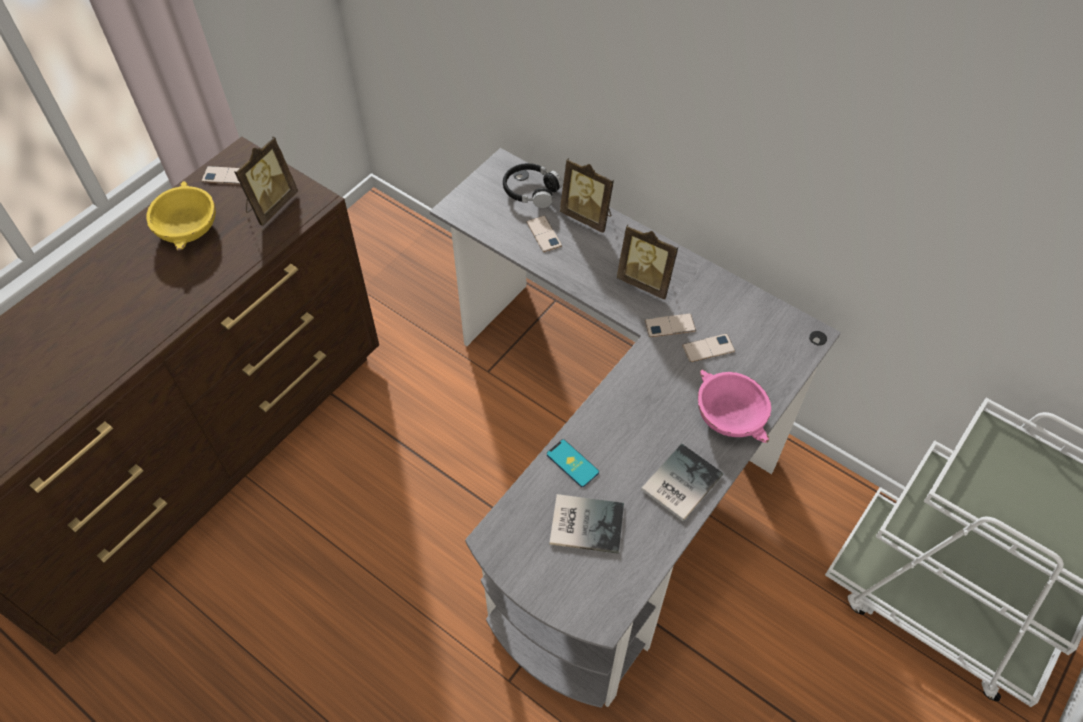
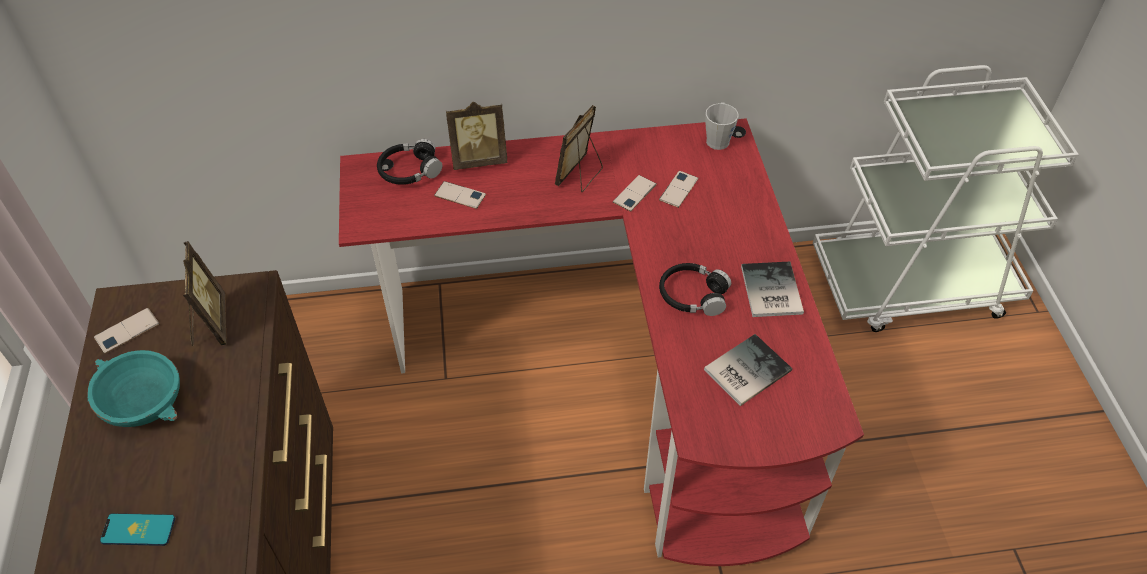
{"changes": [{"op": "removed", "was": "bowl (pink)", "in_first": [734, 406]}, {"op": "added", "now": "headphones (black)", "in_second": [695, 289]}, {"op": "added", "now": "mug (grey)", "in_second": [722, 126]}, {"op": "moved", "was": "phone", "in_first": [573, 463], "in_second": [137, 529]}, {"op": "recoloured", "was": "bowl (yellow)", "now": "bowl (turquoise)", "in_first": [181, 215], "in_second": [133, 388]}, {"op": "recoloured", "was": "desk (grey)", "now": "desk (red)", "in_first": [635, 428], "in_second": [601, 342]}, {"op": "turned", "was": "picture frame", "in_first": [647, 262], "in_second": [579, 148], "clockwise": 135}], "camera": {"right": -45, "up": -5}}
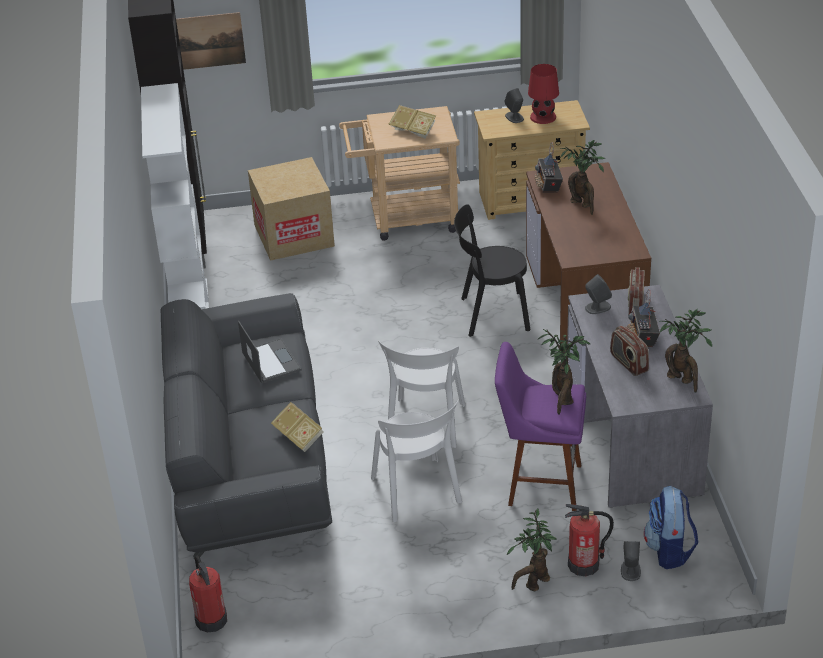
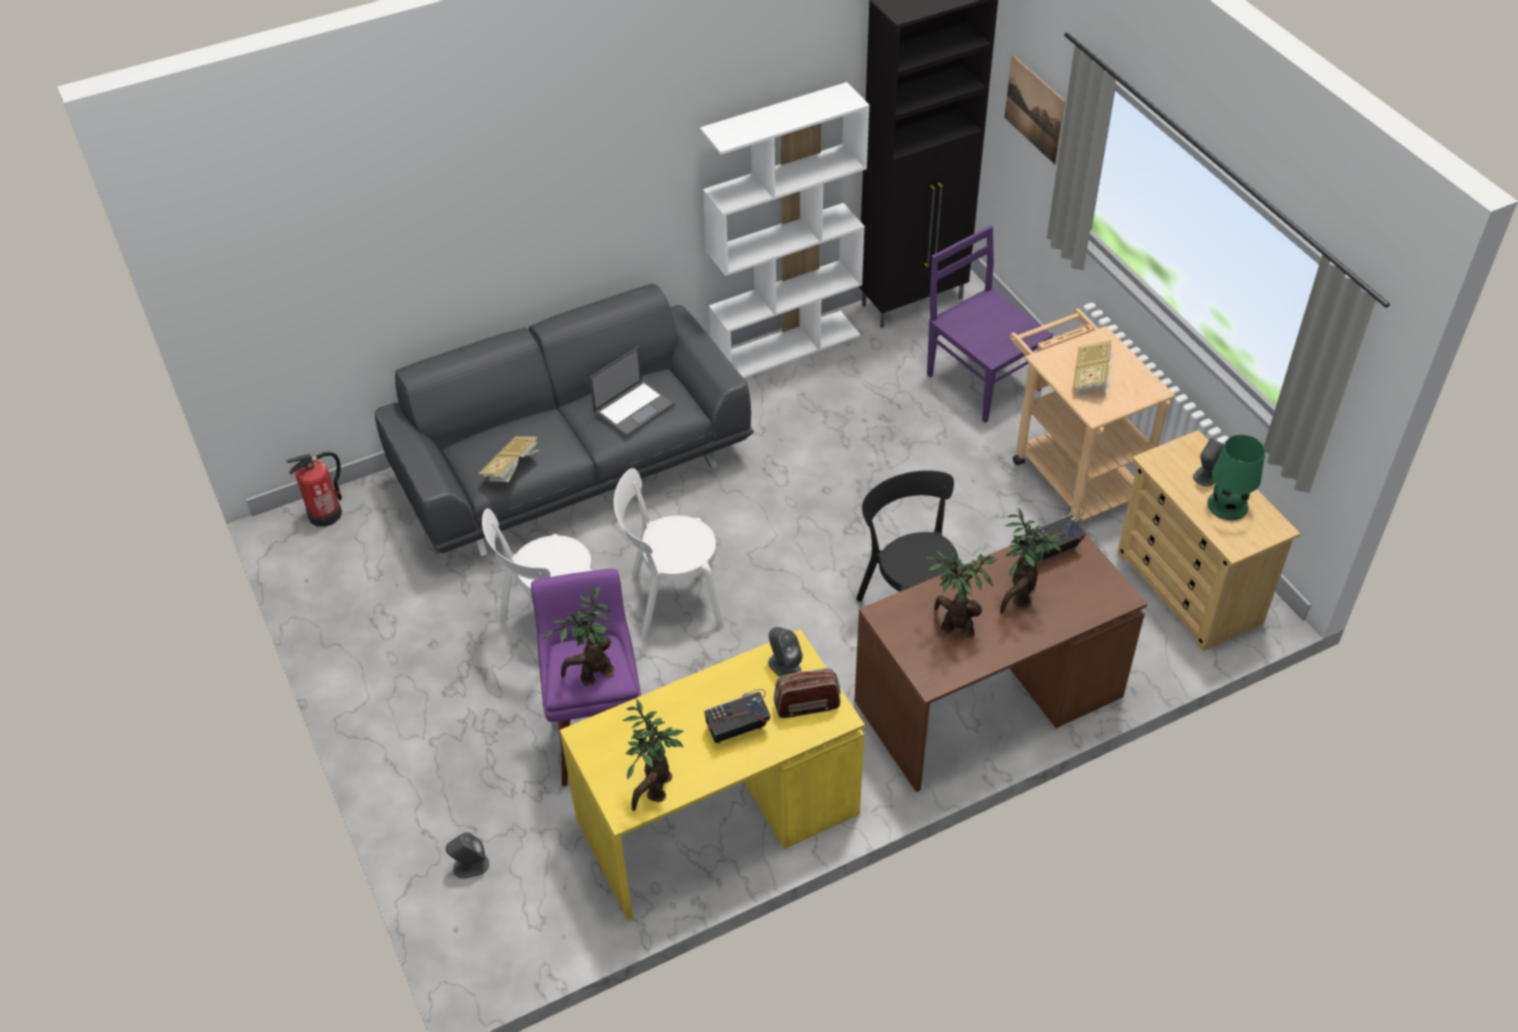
{"changes": [{"op": "removed", "was": "fire extinguisher", "in_first": [589, 540]}, {"op": "removed", "was": "radio", "in_first": [629, 351]}, {"op": "removed", "was": "backpack", "in_first": [671, 527]}, {"op": "moved", "was": "potted plant", "in_first": [532, 549], "in_second": [961, 596]}, {"op": "replaced", "was": "cardboard box", "now": "chair (purple)", "in_first": [291, 209], "in_second": [990, 324]}, {"op": "recoloured", "was": "table lamp (red)", "now": "table lamp (green)", "in_first": [543, 94], "in_second": [1236, 477]}, {"op": "recoloured", "was": "desk (grey)", "now": "desk (yellow)", "in_first": [640, 396], "in_second": [712, 774]}], "camera": {"right": 70, "up": 10}}
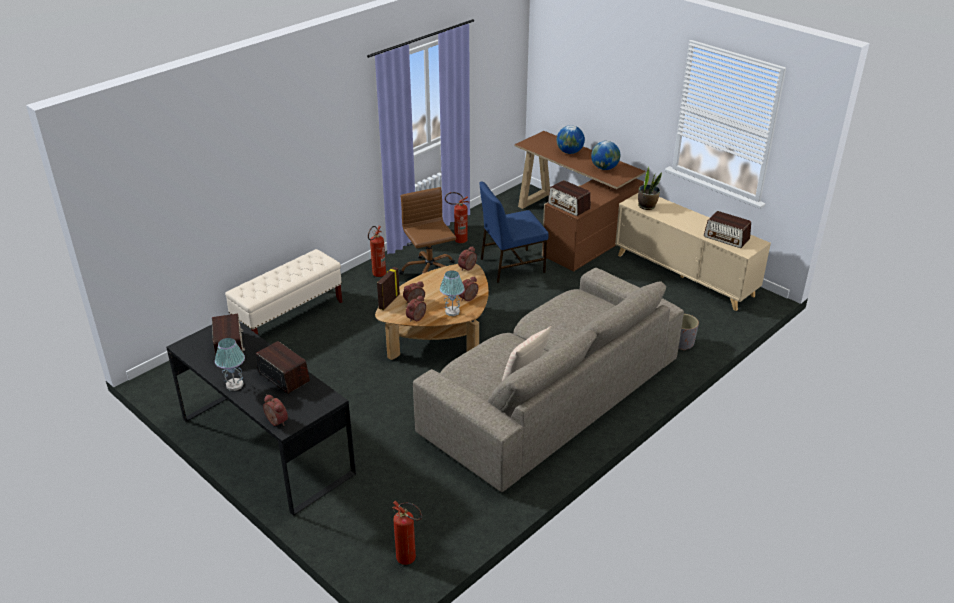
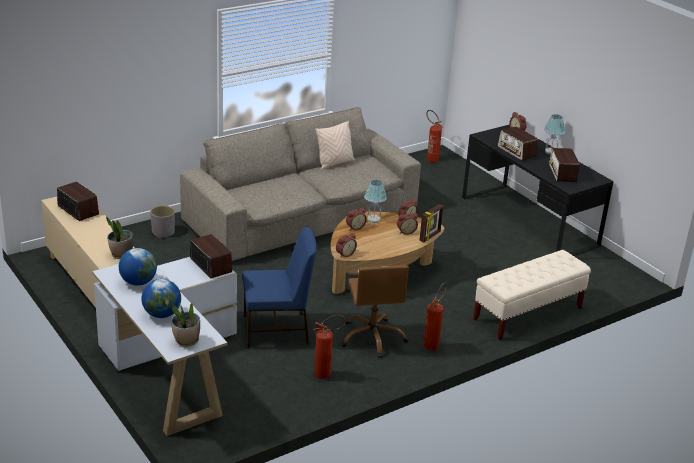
{"changes": [{"op": "added", "now": "potted plant", "in_second": [185, 325]}, {"op": "recoloured", "was": "desk (brown)", "now": "desk (white)", "in_first": [580, 201], "in_second": [164, 346]}], "camera": {"right": -170, "up": -5}}
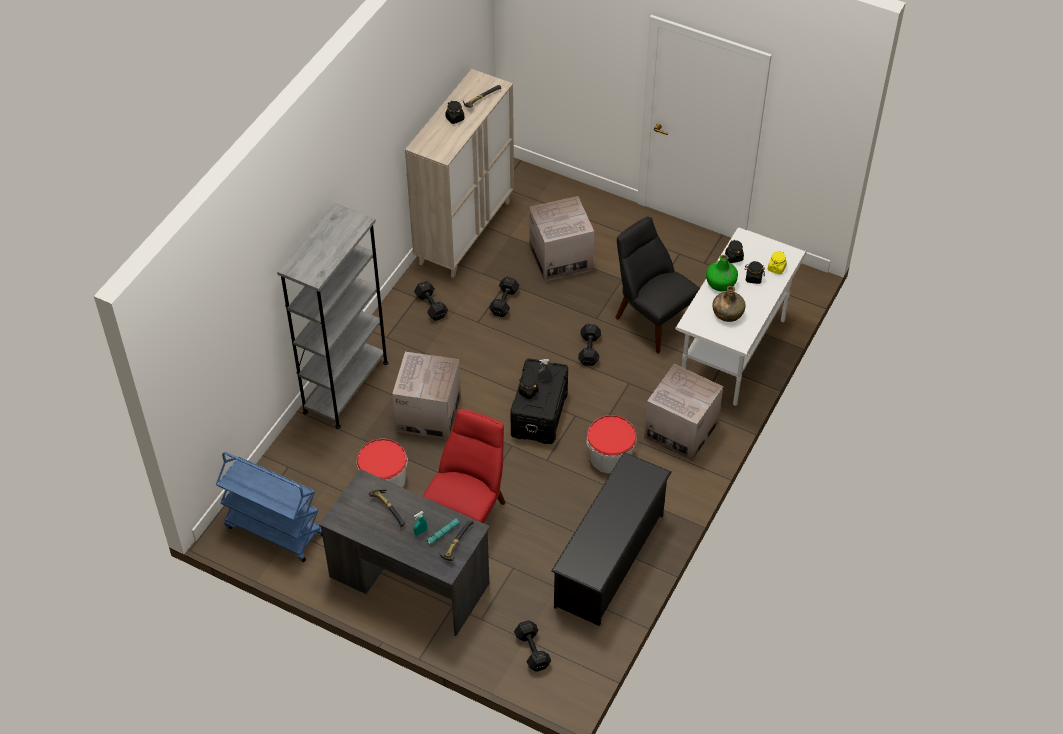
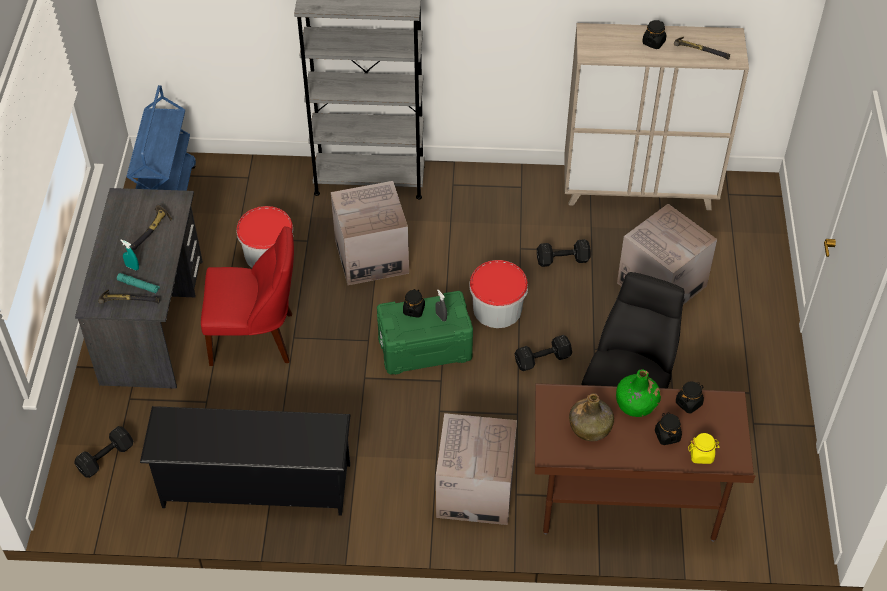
{"changes": [{"op": "removed", "was": "dumbbell (black)", "in_first": [431, 301]}, {"op": "moved", "was": "bucket", "in_first": [612, 444], "in_second": [498, 294]}, {"op": "recoloured", "was": "storage box (black)", "now": "storage box (green)", "in_first": [539, 401], "in_second": [425, 333]}, {"op": "recoloured", "was": "desk (white)", "now": "desk (brown)", "in_first": [741, 317], "in_second": [645, 462]}], "camera": {"right": 65, "up": 0}}
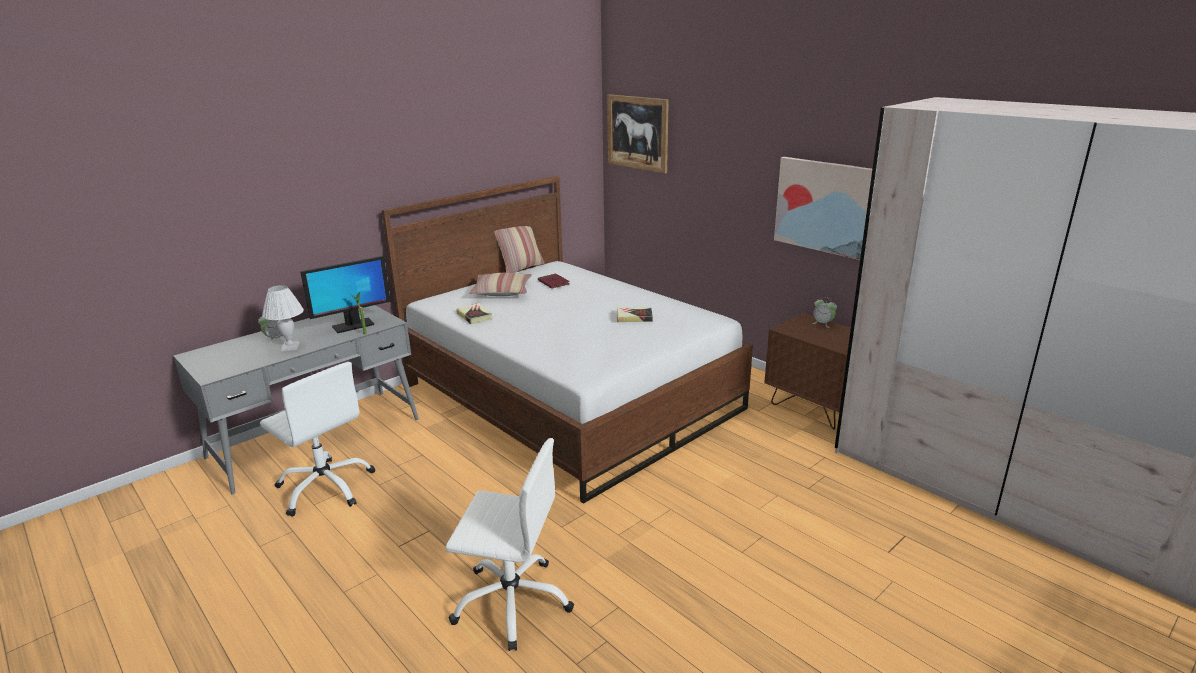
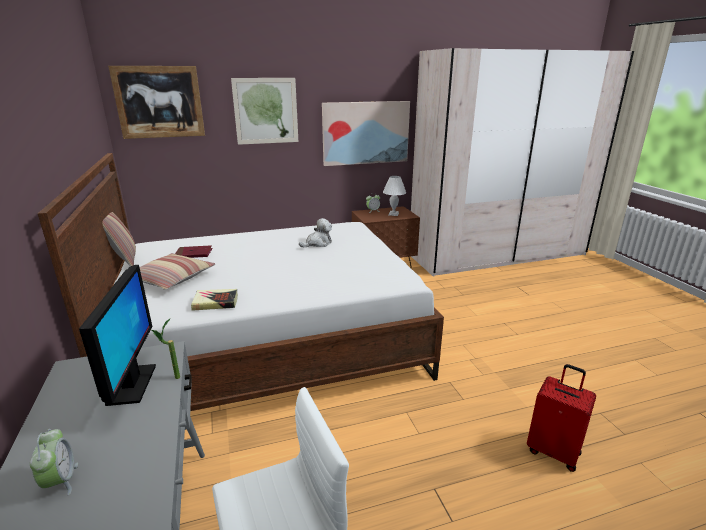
{"changes": [{"op": "added", "now": "picture", "in_second": [264, 111]}, {"op": "moved", "was": "table lamp (white)", "in_first": [283, 318], "in_second": [394, 196]}, {"op": "replaced", "was": "office chair (white)", "now": "suitcase (red)", "in_first": [509, 544], "in_second": [561, 418]}, {"op": "replaced", "was": "book", "now": "plush toy", "in_first": [635, 314], "in_second": [315, 232]}], "camera": {"right": -65, "up": 0}}
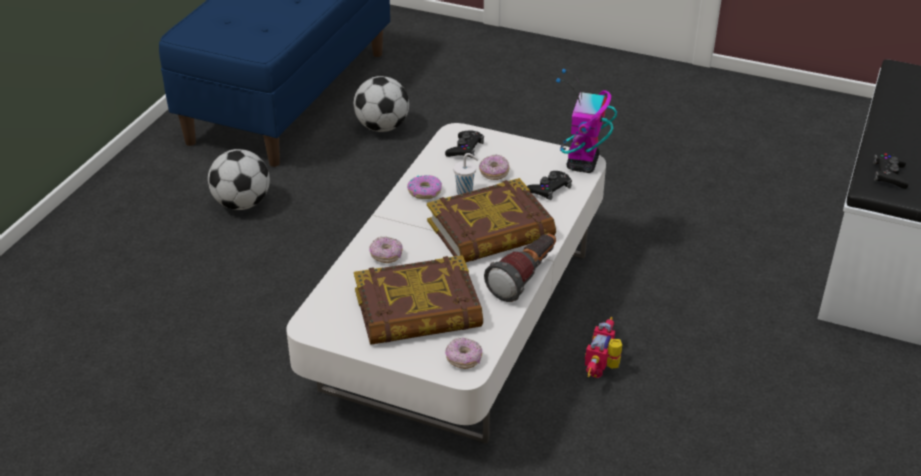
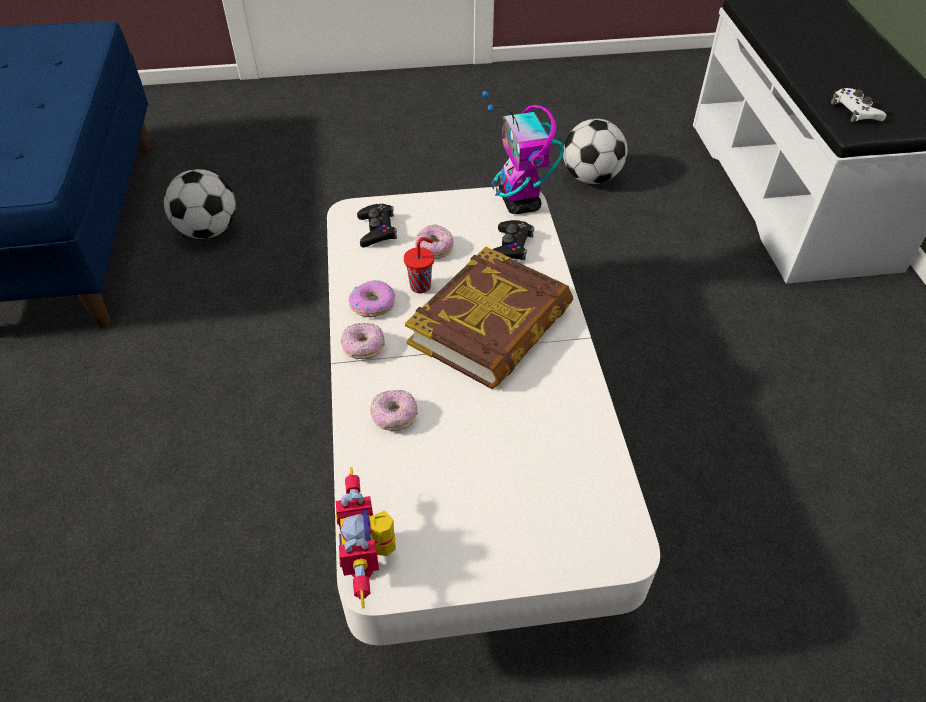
{"changes": [{"op": "removed", "was": "book", "in_first": [418, 300]}, {"op": "removed", "was": "flashlight", "in_first": [520, 267]}, {"op": "moved", "was": "football", "in_first": [239, 179], "in_second": [595, 151]}, {"op": "moved", "was": "donut", "in_first": [463, 353], "in_second": [363, 341]}, {"op": "moved", "was": "toy robot", "in_first": [603, 347], "in_second": [366, 538]}, {"op": "recoloured", "was": "cup (white)", "now": "cup (red)", "in_first": [465, 174], "in_second": [419, 265]}, {"op": "recoloured", "was": "game controller (black)", "now": "game controller (white)", "in_first": [890, 171], "in_second": [858, 105]}], "camera": {"right": -30, "up": 10}}
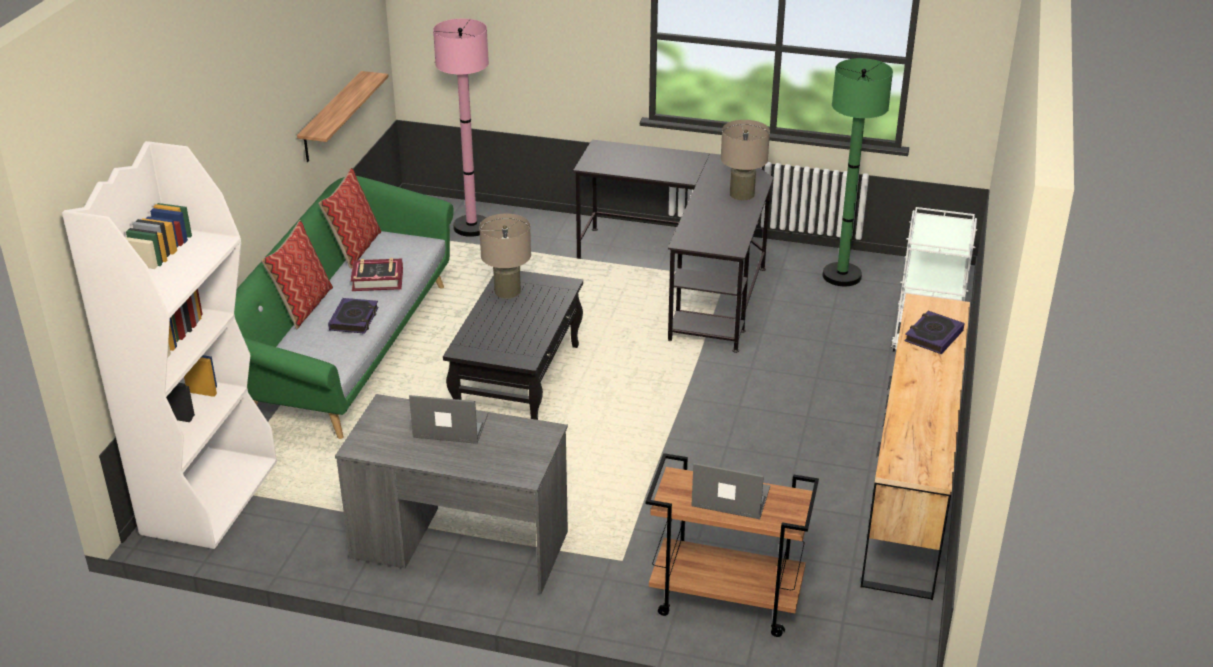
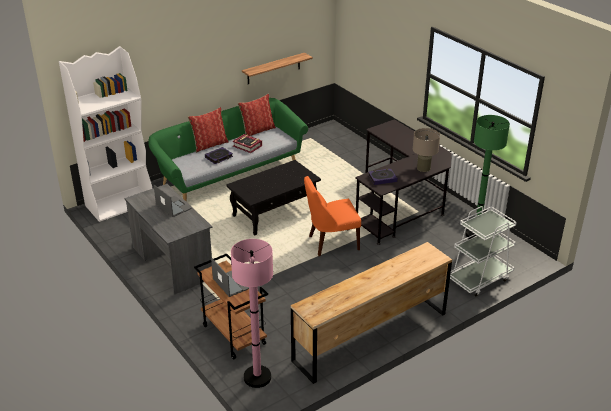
{"changes": [{"op": "removed", "was": "table lamp (beige)", "in_first": [505, 256]}, {"op": "added", "now": "chair (orange)", "in_second": [332, 216]}, {"op": "moved", "was": "floor lamp (pink)", "in_first": [461, 128], "in_second": [252, 313]}, {"op": "moved", "was": "book", "in_first": [934, 332], "in_second": [383, 176]}], "camera": {"right": 40, "up": 0}}
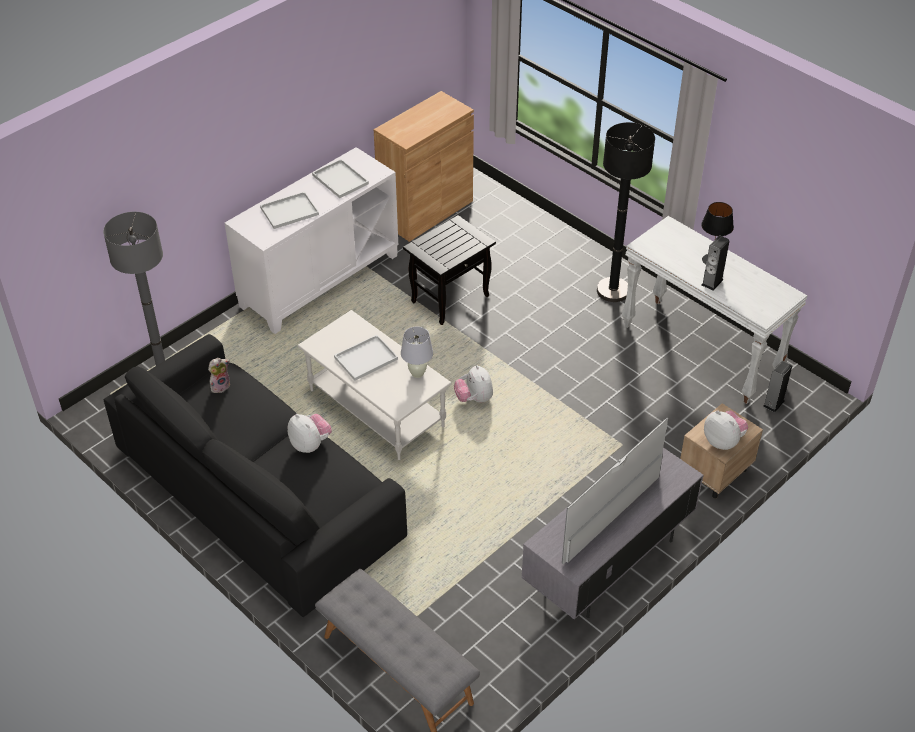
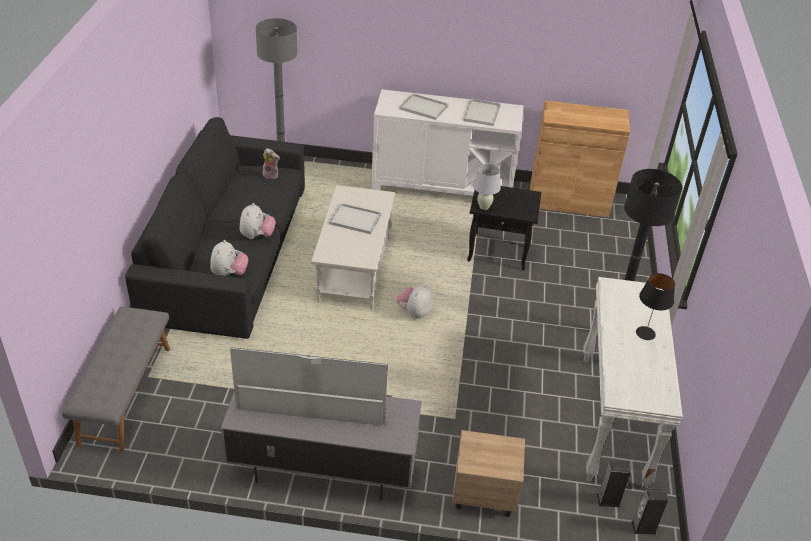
{"changes": [{"op": "moved", "was": "table lamp (white)", "in_first": [417, 352], "in_second": [487, 187]}, {"op": "moved", "was": "speaker", "in_first": [716, 263], "in_second": [649, 512]}, {"op": "moved", "was": "plush toy", "in_first": [726, 430], "in_second": [229, 258]}], "camera": {"right": 50, "up": -5}}
